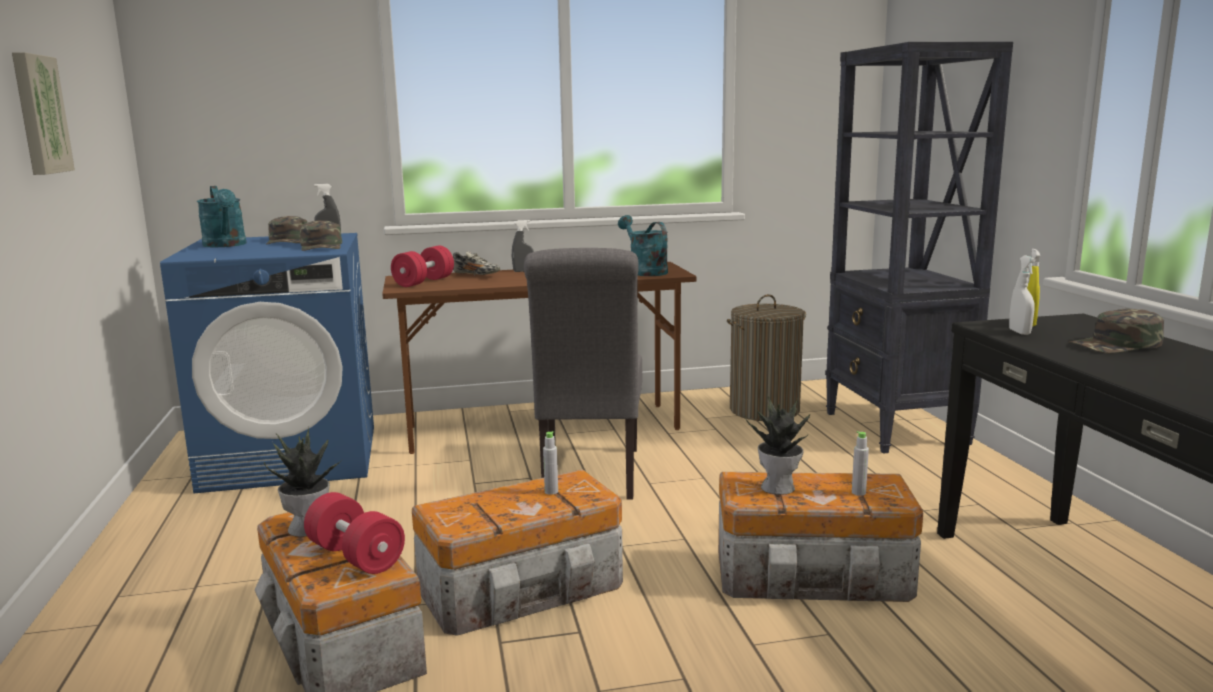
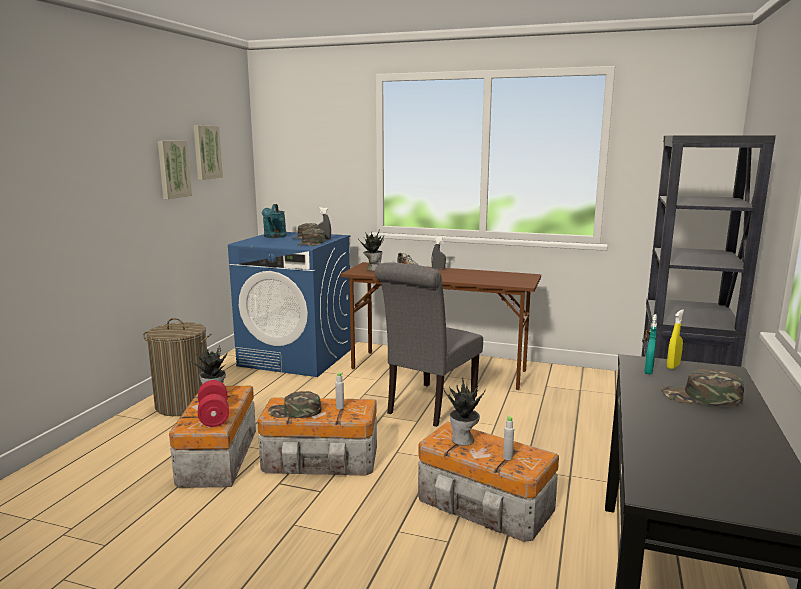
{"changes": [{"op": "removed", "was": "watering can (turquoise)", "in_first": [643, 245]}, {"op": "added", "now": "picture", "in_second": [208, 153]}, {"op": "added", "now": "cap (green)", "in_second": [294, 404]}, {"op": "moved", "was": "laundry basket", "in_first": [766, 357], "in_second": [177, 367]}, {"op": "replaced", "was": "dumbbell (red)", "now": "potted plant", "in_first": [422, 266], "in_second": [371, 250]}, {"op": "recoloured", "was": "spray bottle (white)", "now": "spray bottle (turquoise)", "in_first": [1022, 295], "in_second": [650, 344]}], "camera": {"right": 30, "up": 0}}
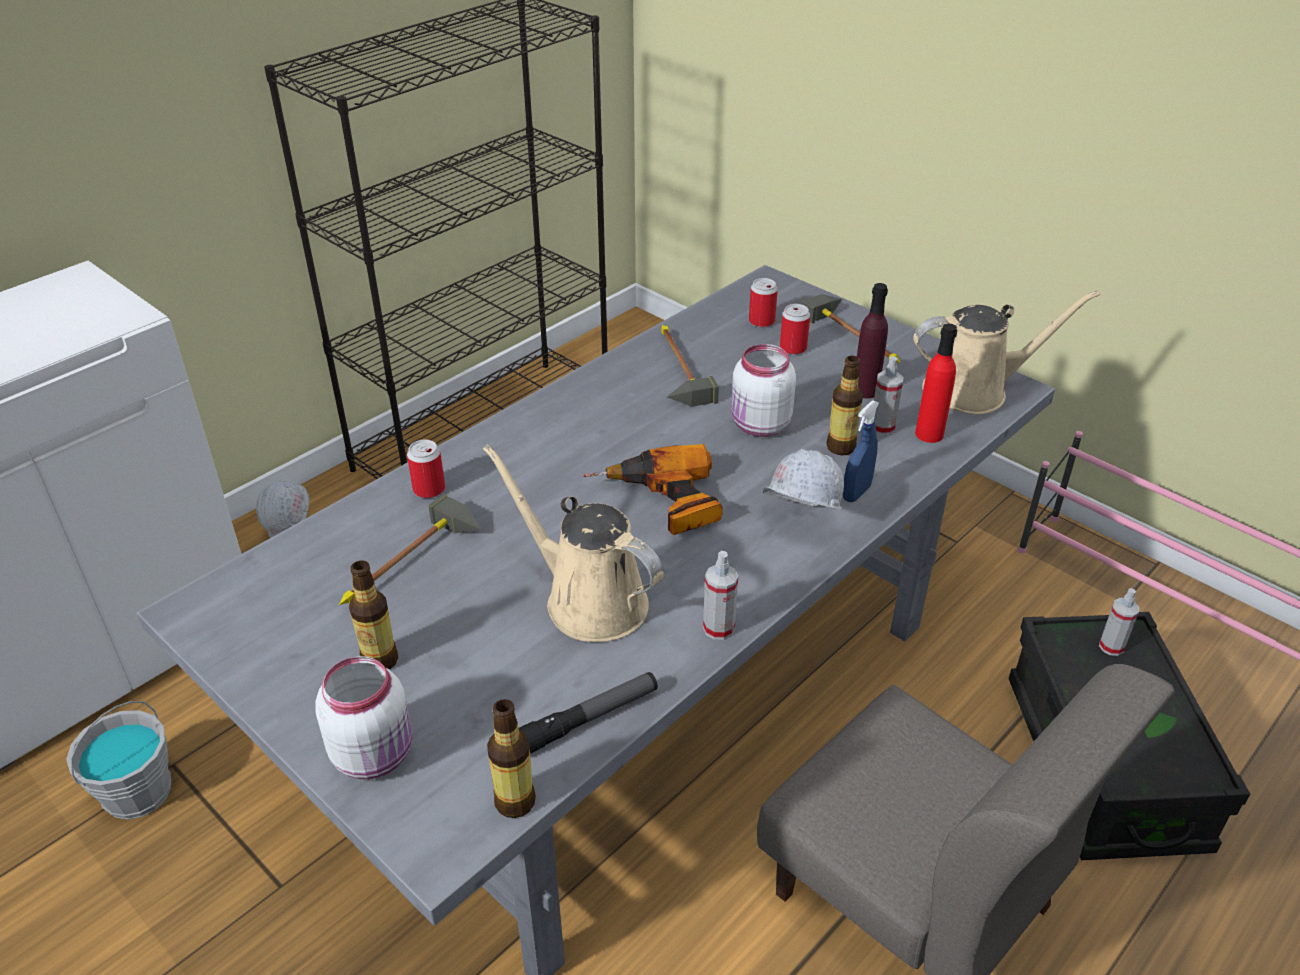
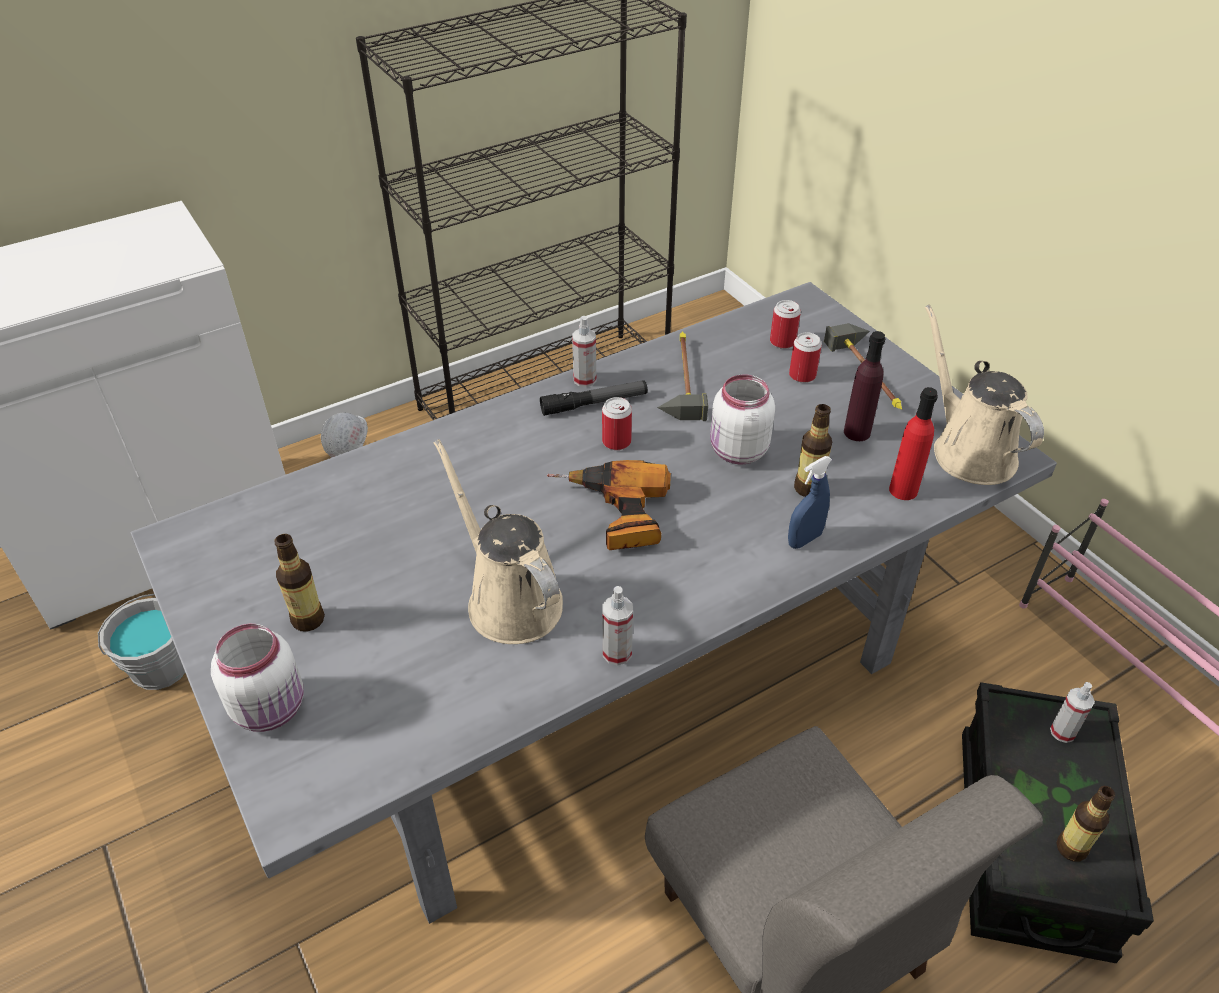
{"changes": [{"op": "removed", "was": "hammer", "in_first": [410, 549]}, {"op": "removed", "was": "hard hat (white)", "in_first": [803, 479]}, {"op": "moved", "was": "can", "in_first": [426, 468], "in_second": [617, 423]}, {"op": "moved", "was": "bottle", "in_first": [511, 758], "in_second": [1086, 824]}, {"op": "moved", "was": "flashlight", "in_first": [588, 712], "in_second": [594, 398]}, {"op": "moved", "was": "spray bottle", "in_first": [888, 395], "in_second": [584, 351]}, {"op": "turned", "was": "watering can (beige)", "in_first": [1006, 352], "in_second": [984, 395], "clockwise": -120}], "camera": {"right": 15, "up": 5}}
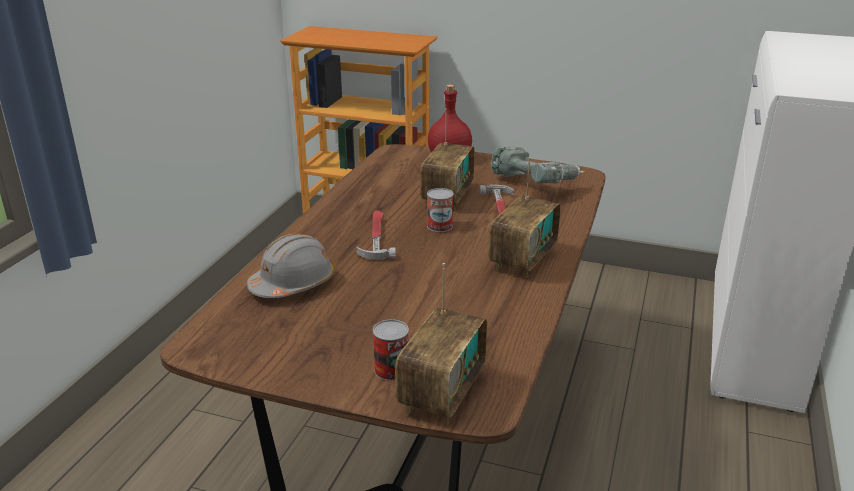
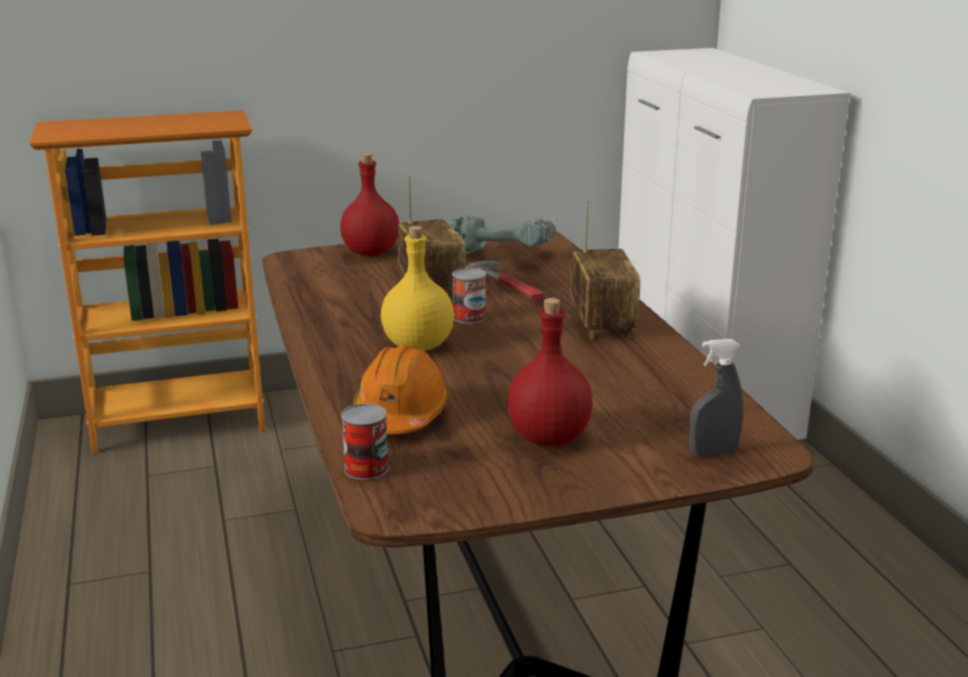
{"changes": [{"op": "added", "now": "bottle (red)", "in_second": [550, 372]}, {"op": "moved", "was": "can", "in_first": [391, 350], "in_second": [365, 441]}, {"op": "replaced", "was": "hammer", "now": "bottle (yellow)", "in_first": [376, 235], "in_second": [417, 288]}, {"op": "replaced", "was": "radio", "now": "spray bottle (grey)", "in_first": [441, 344], "in_second": [716, 397]}, {"op": "recoloured", "was": "hard hat (grey)", "now": "hard hat (orange)", "in_first": [291, 266], "in_second": [401, 389]}], "camera": {"right": -35, "up": -5}}
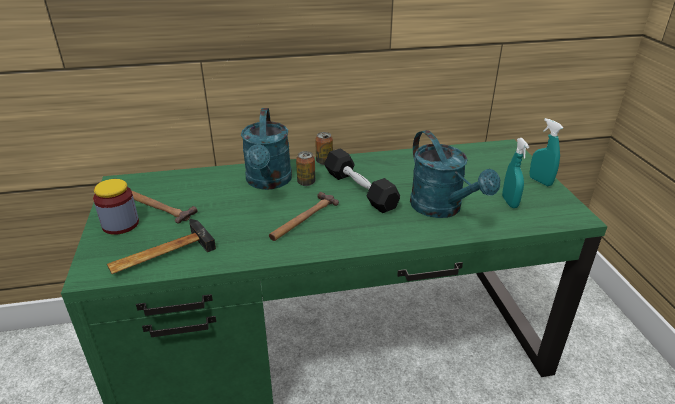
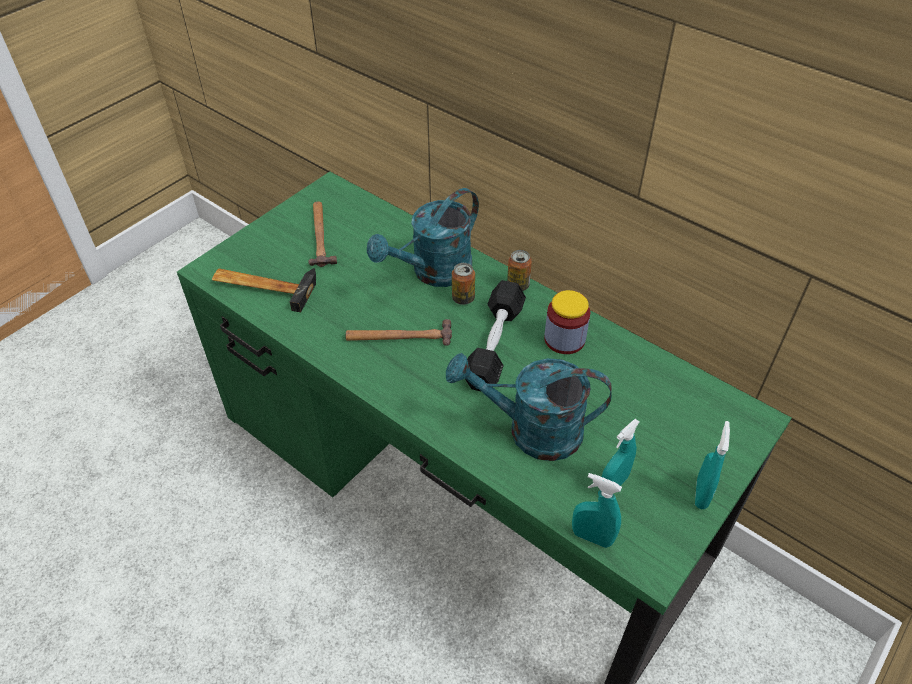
{"changes": [{"op": "added", "now": "spray bottle (turquoise)", "in_second": [597, 510]}, {"op": "moved", "was": "jar", "in_first": [116, 207], "in_second": [567, 322]}, {"op": "turned", "was": "watering can (turquoise)", "in_first": [455, 174], "in_second": [529, 407], "clockwise": 75}], "camera": {"right": 50, "up": 15}}
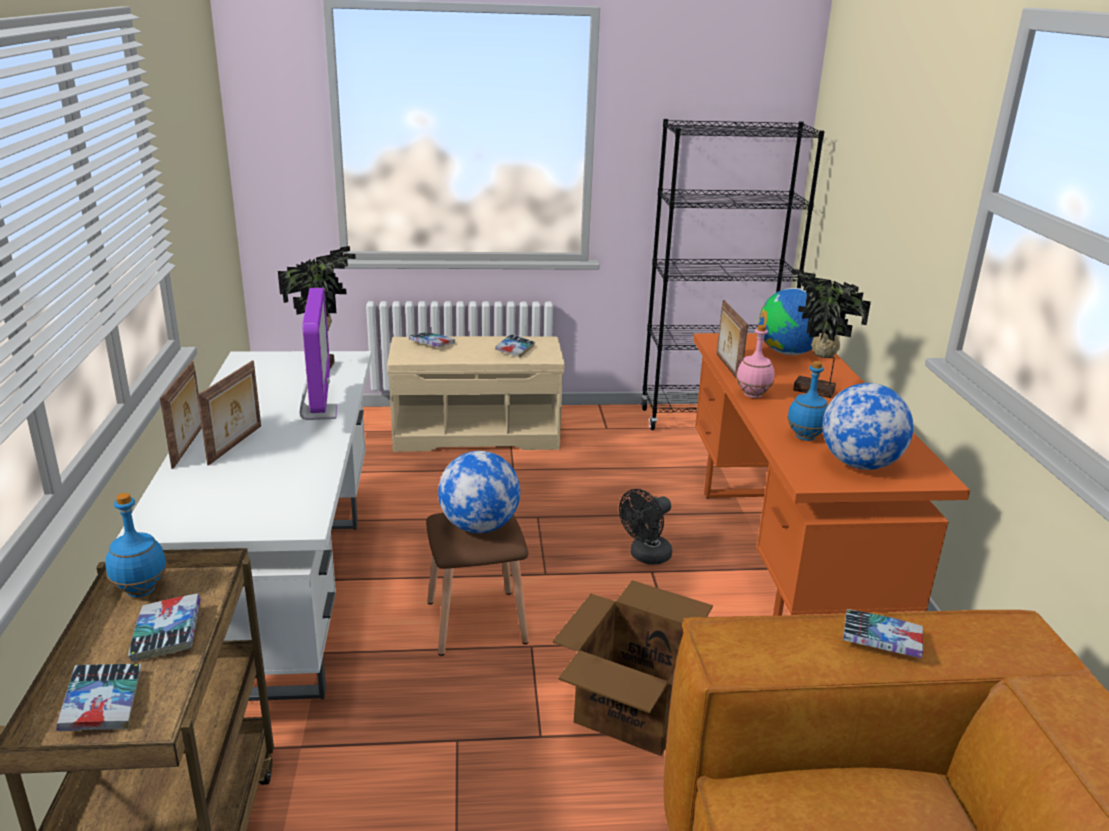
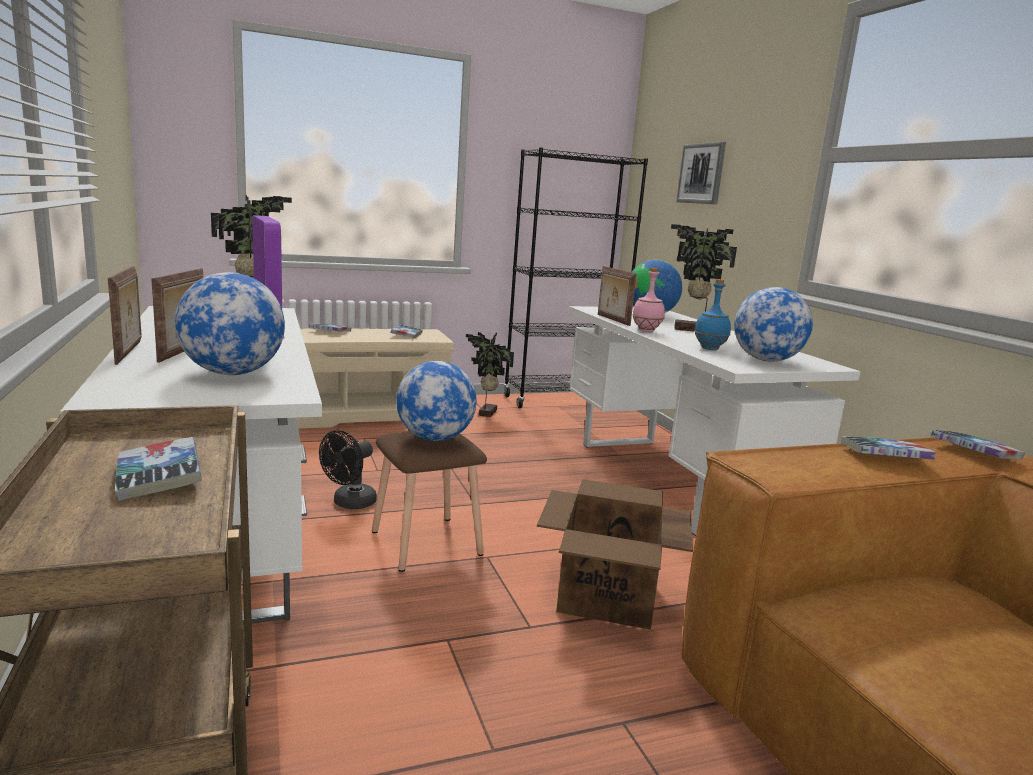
{"changes": [{"op": "removed", "was": "bottle (blue)", "in_first": [136, 545]}, {"op": "added", "now": "globe", "in_second": [230, 323]}, {"op": "added", "now": "potted plant", "in_second": [490, 374]}, {"op": "added", "now": "picture", "in_second": [701, 173]}, {"op": "moved", "was": "book", "in_first": [98, 697], "in_second": [978, 445]}, {"op": "moved", "was": "fan (black)", "in_first": [645, 527], "in_second": [348, 469]}, {"op": "recoloured", "was": "desk (orange)", "now": "desk (white)", "in_first": [831, 474], "in_second": [714, 421]}], "camera": {"right": -15, "up": -10}}
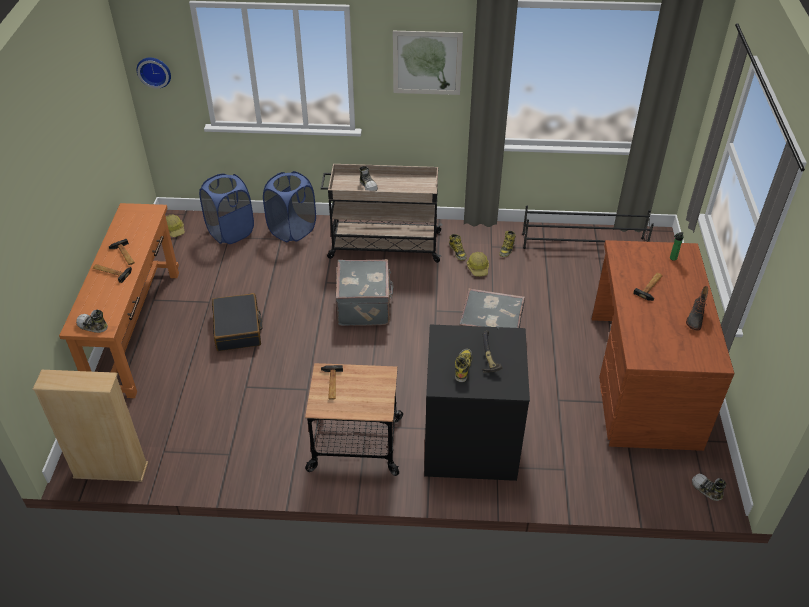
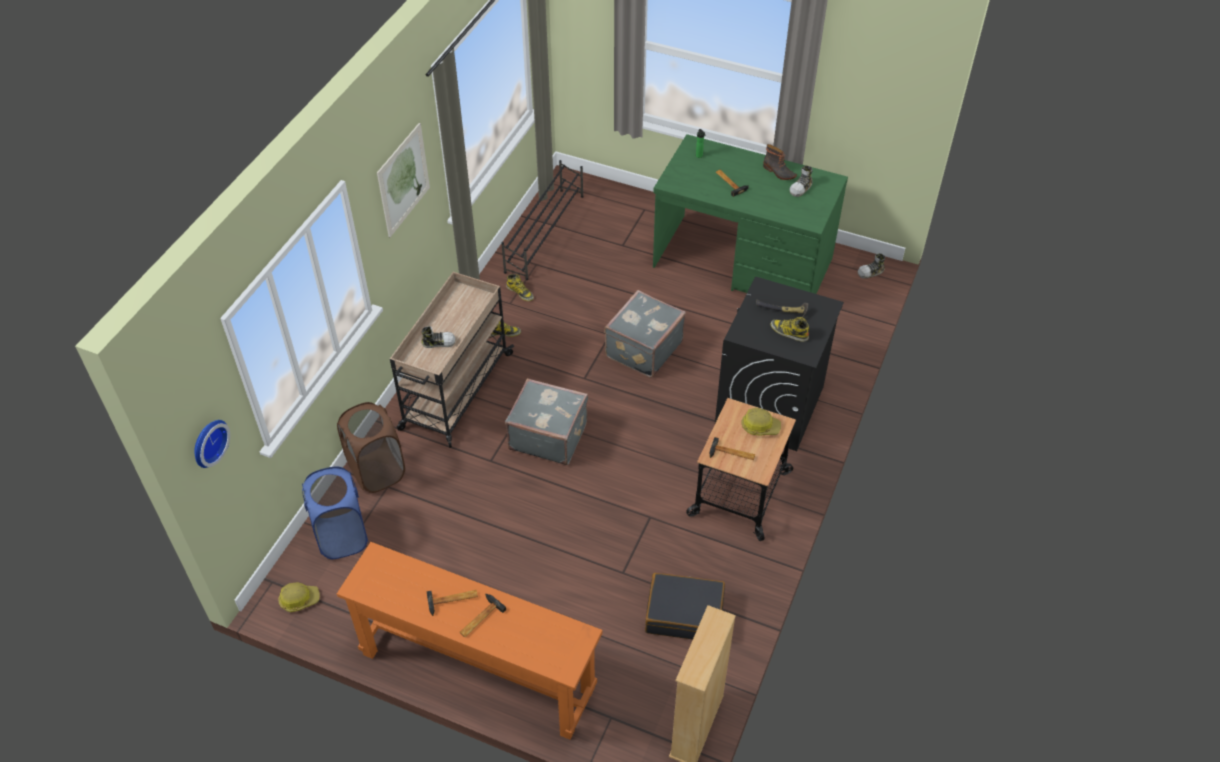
{"changes": [{"op": "moved", "was": "shoe", "in_first": [92, 321], "in_second": [801, 181]}, {"op": "moved", "was": "suitcase (black)", "in_first": [237, 322], "in_second": [685, 606]}, {"op": "moved", "was": "hard hat", "in_first": [478, 264], "in_second": [761, 422]}, {"op": "recoloured", "was": "laundry basket (blue)", "now": "laundry basket (brown)", "in_first": [289, 206], "in_second": [371, 447]}, {"op": "recoloured", "was": "desk (brown)", "now": "desk (green)", "in_first": [663, 345], "in_second": [750, 214]}], "camera": {"right": -70, "up": 5}}
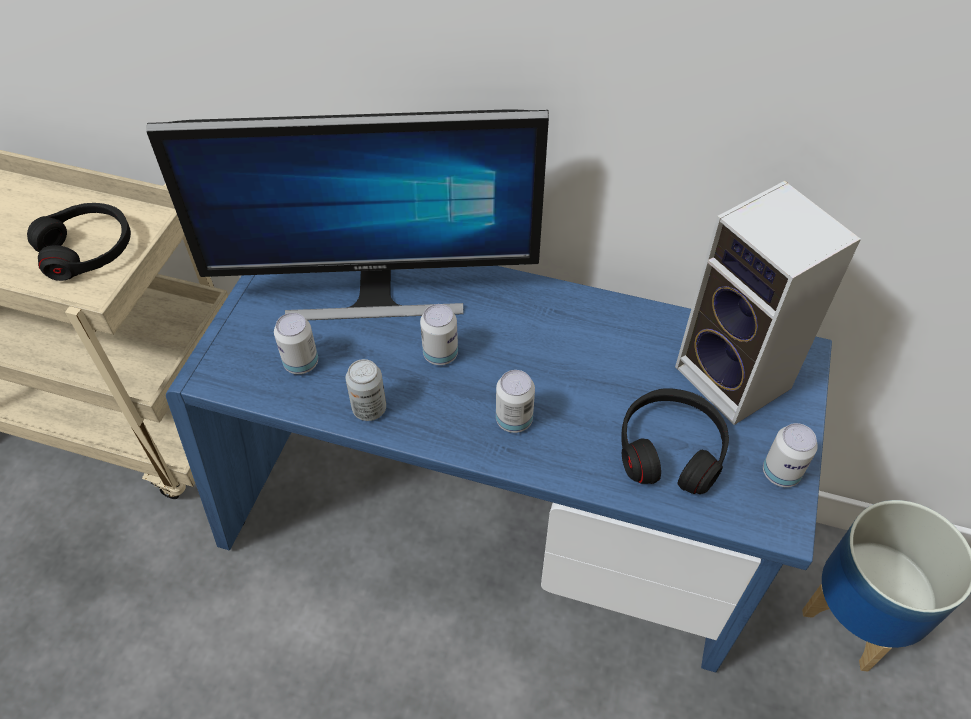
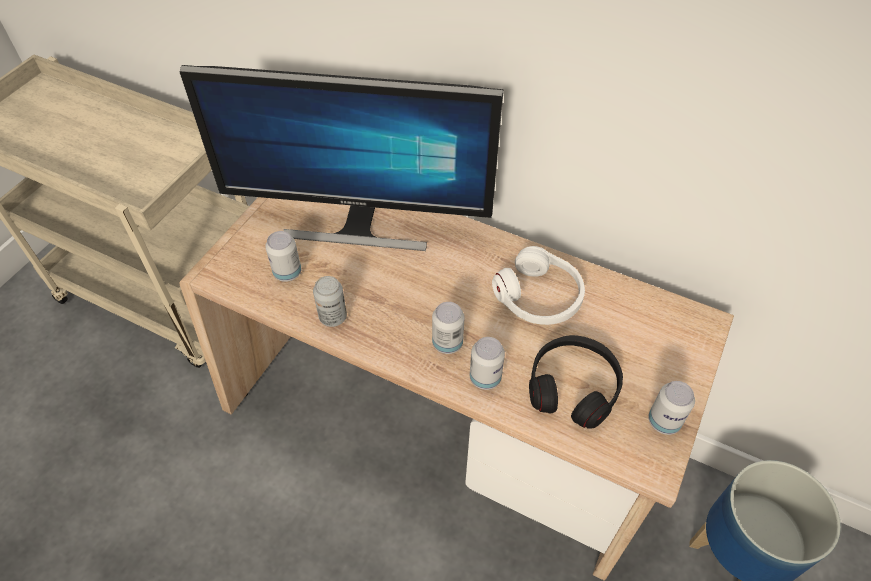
{"changes": [{"op": "removed", "was": "headphones (black)", "in_first": [79, 242]}, {"op": "removed", "was": "speaker", "in_first": [768, 303]}, {"op": "added", "now": "headphones (white)", "in_second": [538, 285]}, {"op": "moved", "was": "can", "in_first": [439, 334], "in_second": [487, 363]}, {"op": "recoloured", "was": "desk (blue)", "now": "desk (beige)", "in_first": [499, 469], "in_second": [456, 389]}], "camera": {"right": 10, "up": 0}}
